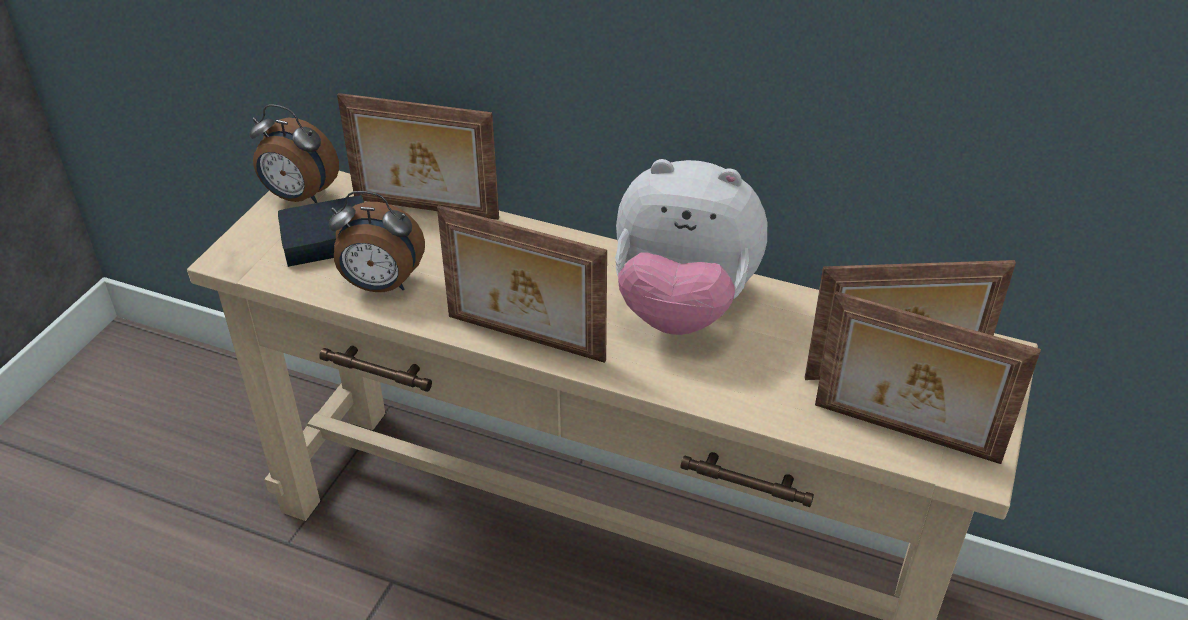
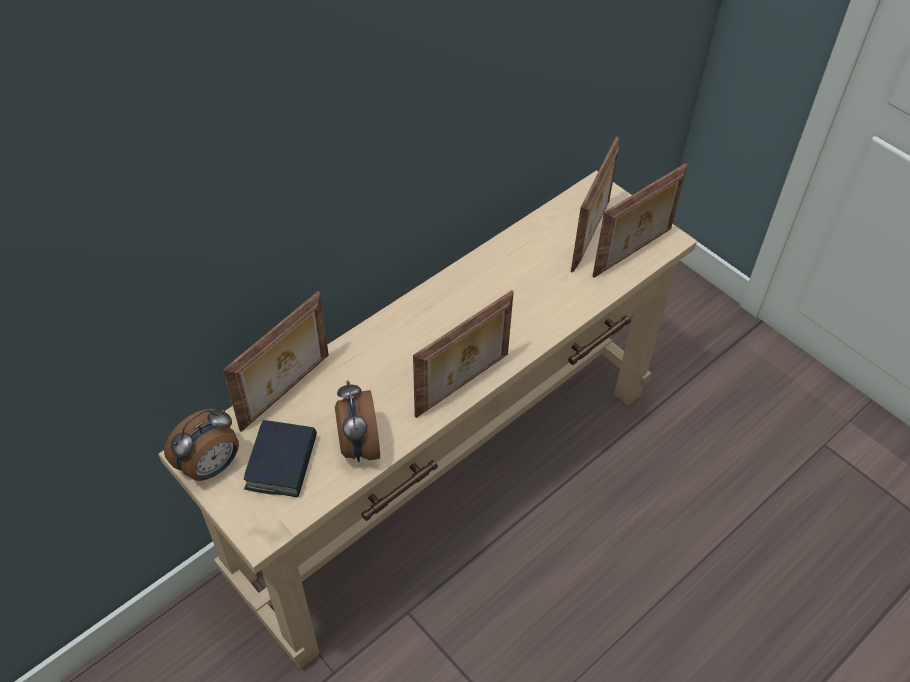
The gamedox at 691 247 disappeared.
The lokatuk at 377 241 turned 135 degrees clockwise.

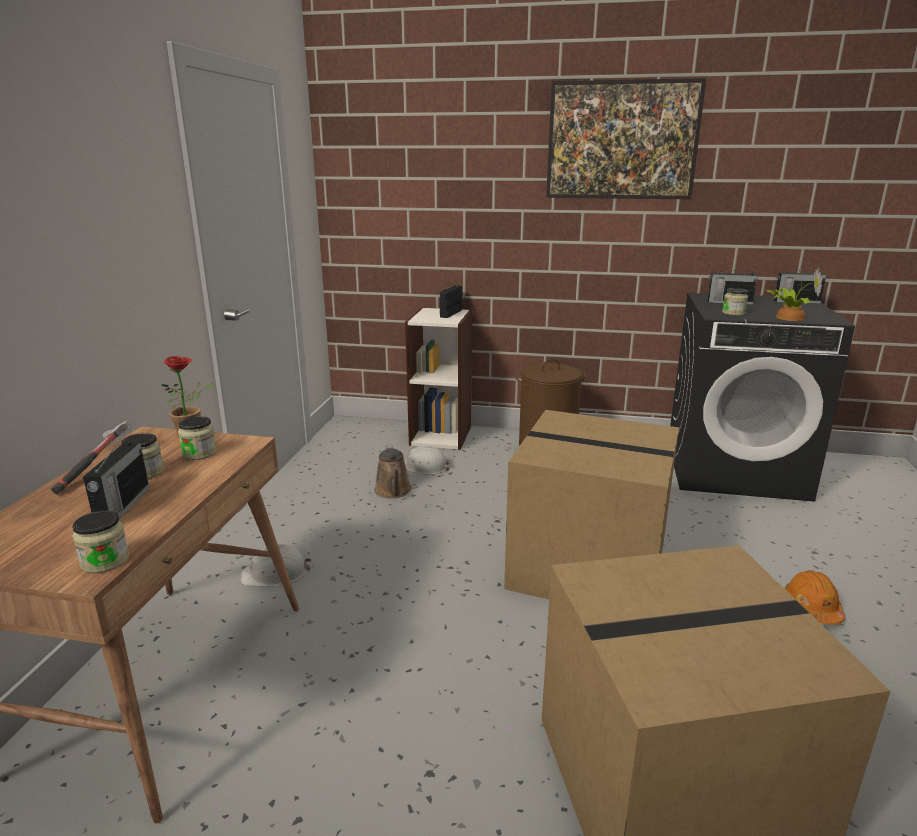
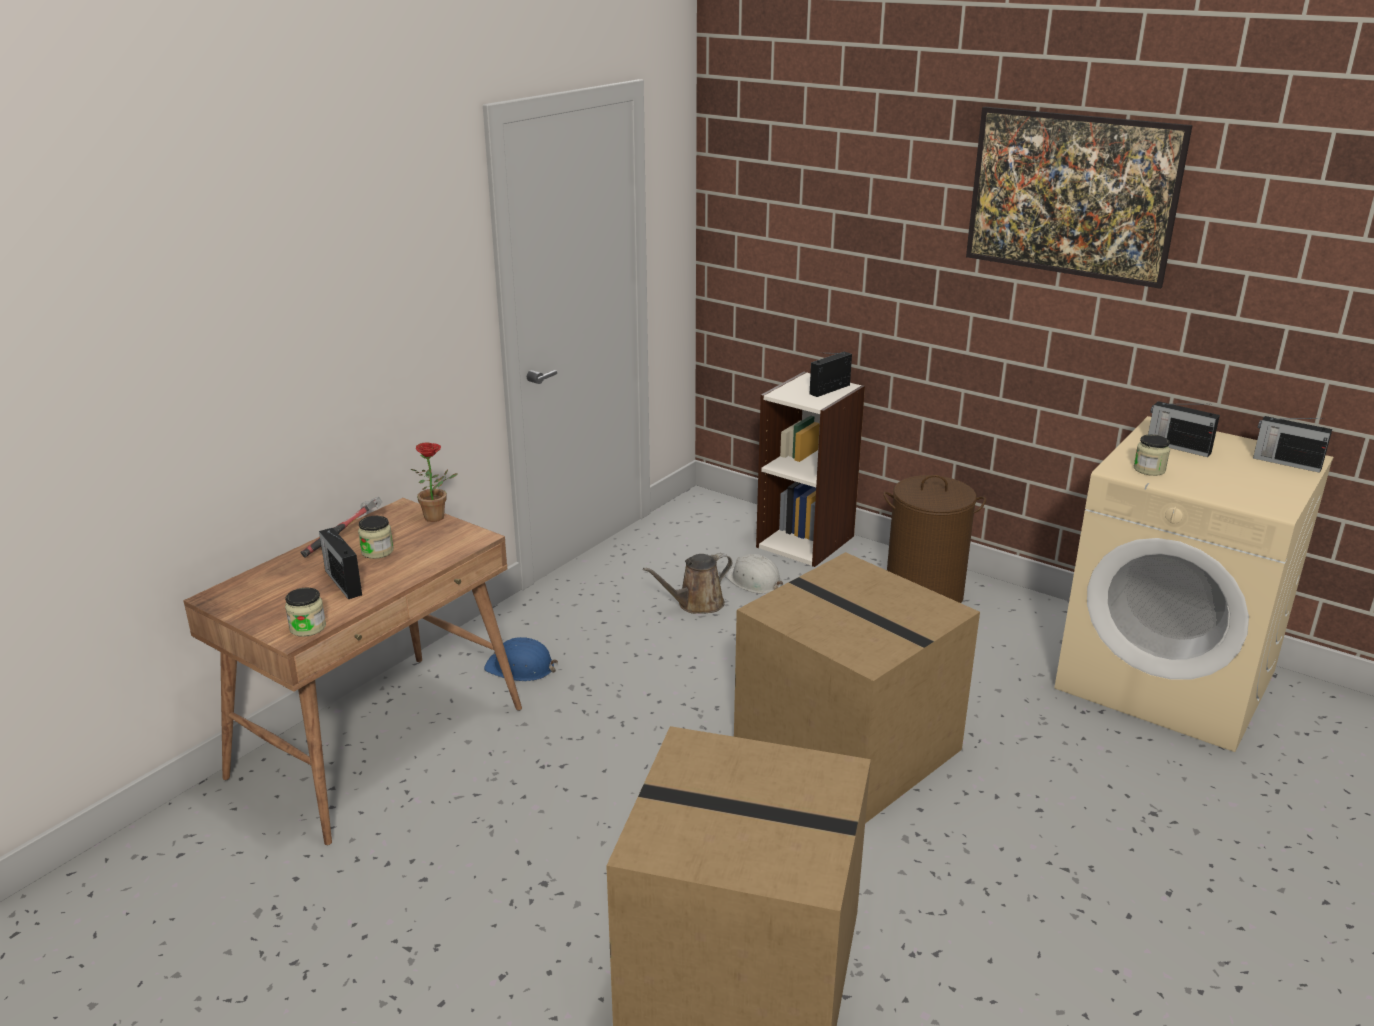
The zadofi at 794 294 disappeared.
The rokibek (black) at 762 397 became the rokibek (beige) at 1193 584.
The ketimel at 197 438 disappeared.
The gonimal at 116 475 turned 120 degrees clockwise.
The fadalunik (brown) at 393 471 turned 45 degrees clockwise.
The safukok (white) at 275 565 became the safukok (blue) at 521 659.
The safukok (orange) at 815 597 disappeared.

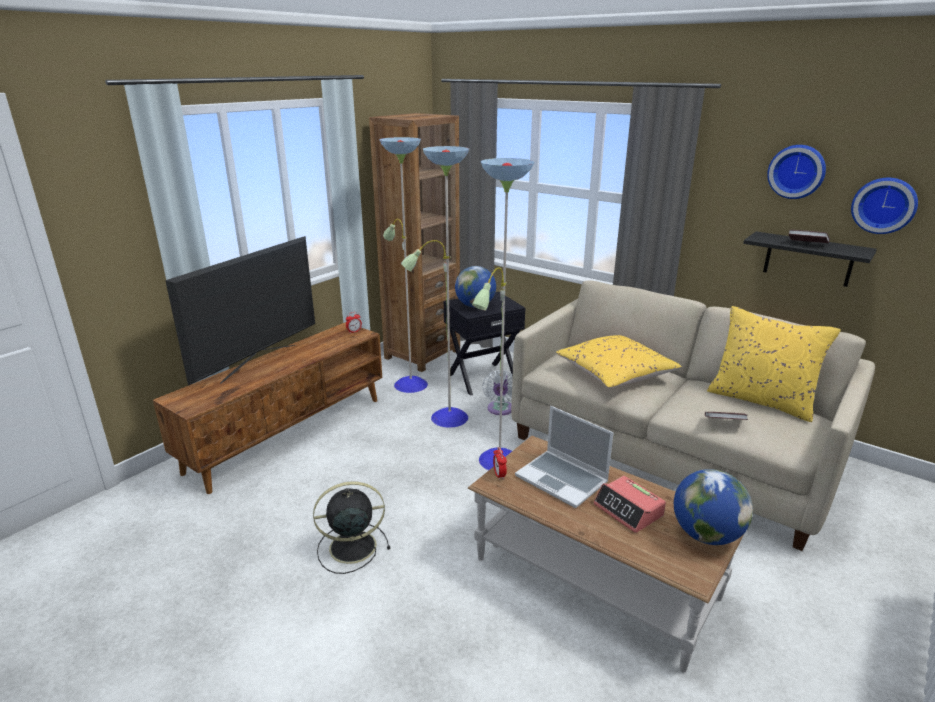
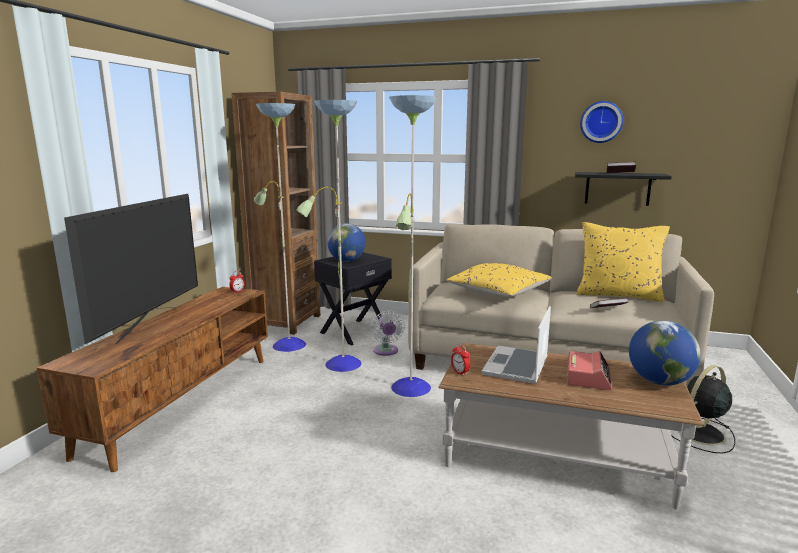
The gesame at 884 206 disappeared.
The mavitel at 564 457 turned 90 degrees clockwise.
The lokatuk at 629 504 turned 105 degrees counterclockwise.
The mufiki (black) moved from 351 527 to 703 409.

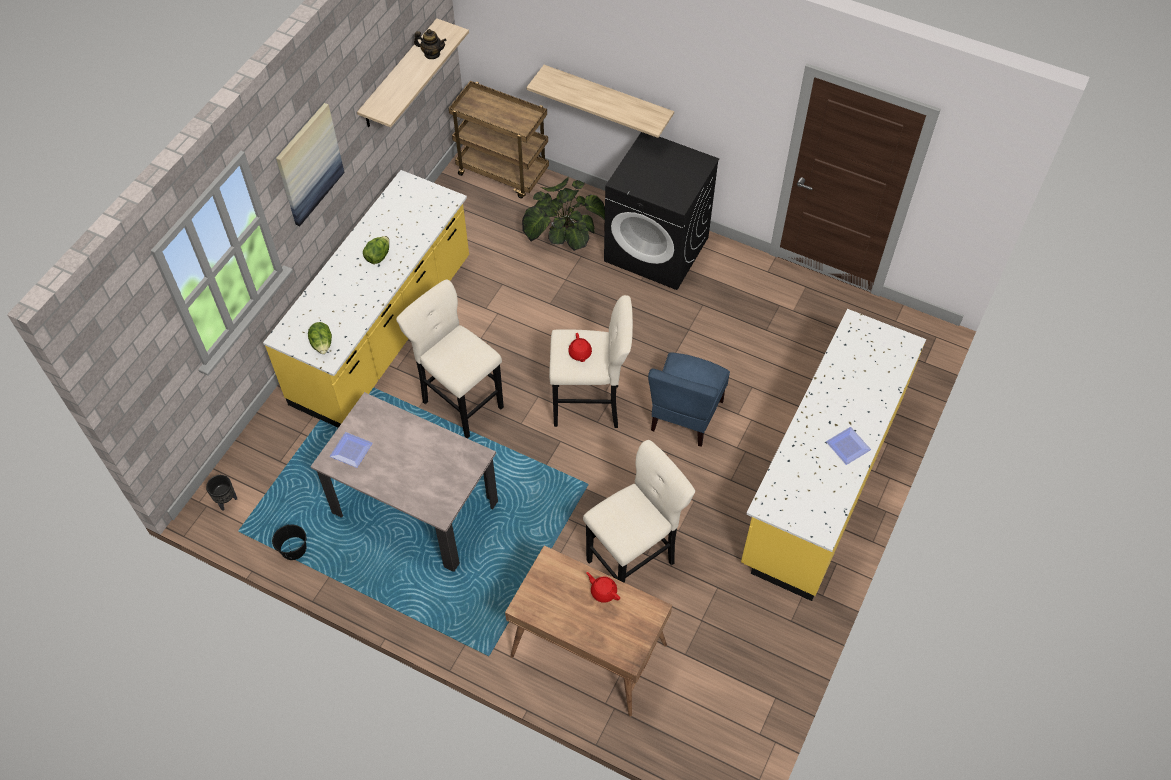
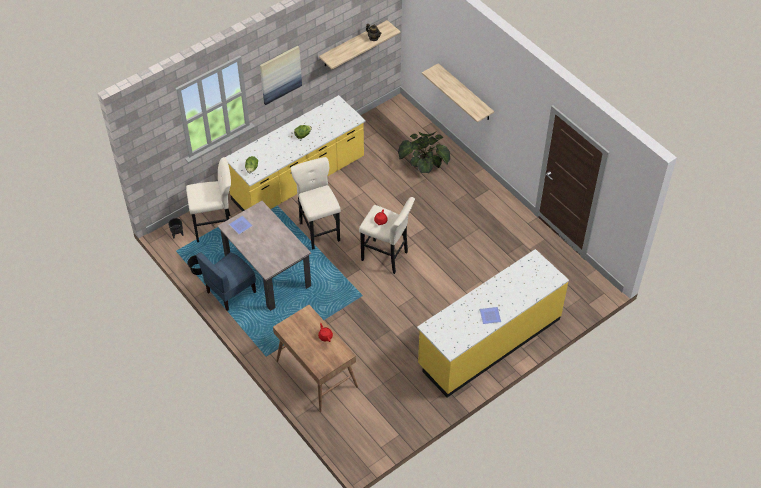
The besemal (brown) at 499 139 disappeared.
The rokibek (black) at 661 211 disappeared.
The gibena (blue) moved from 689 399 to 226 281.
The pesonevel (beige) moved from 639 511 to 208 199.

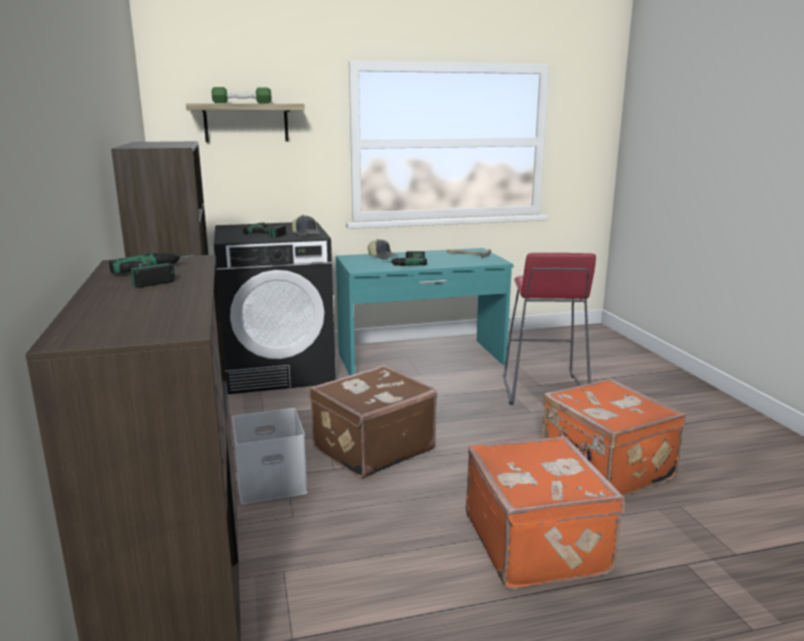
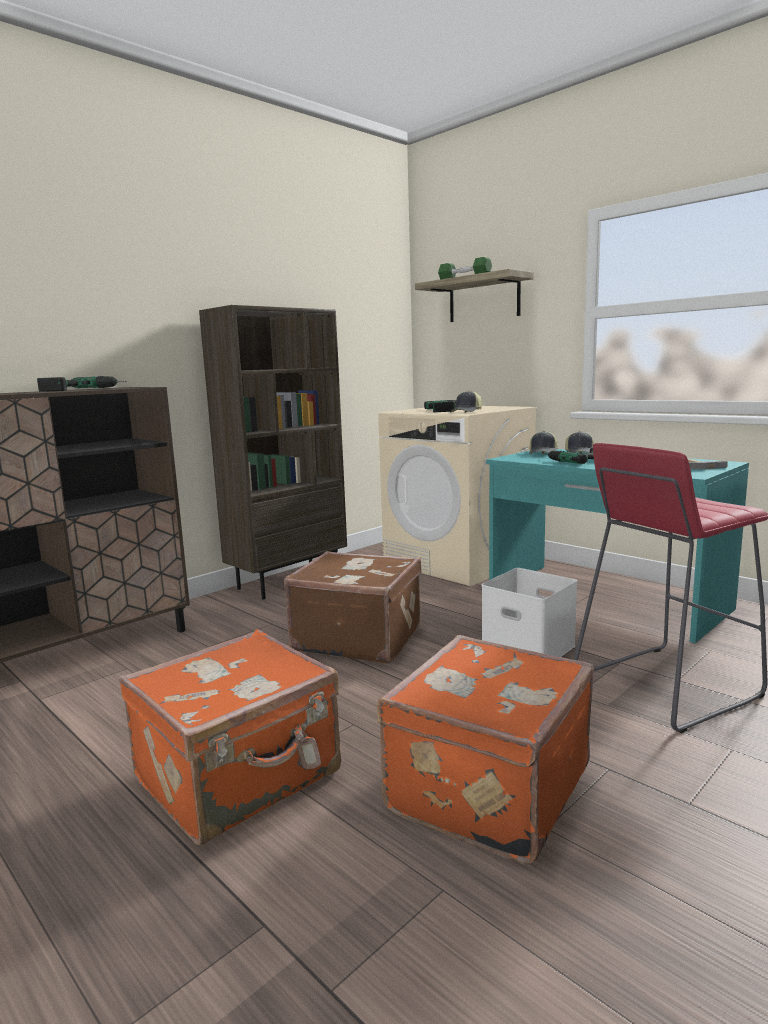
The rokibek (black) at 275 307 became the rokibek (beige) at 458 496.
The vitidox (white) moved from 270 456 to 529 612.
The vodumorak at 543 442 appeared.

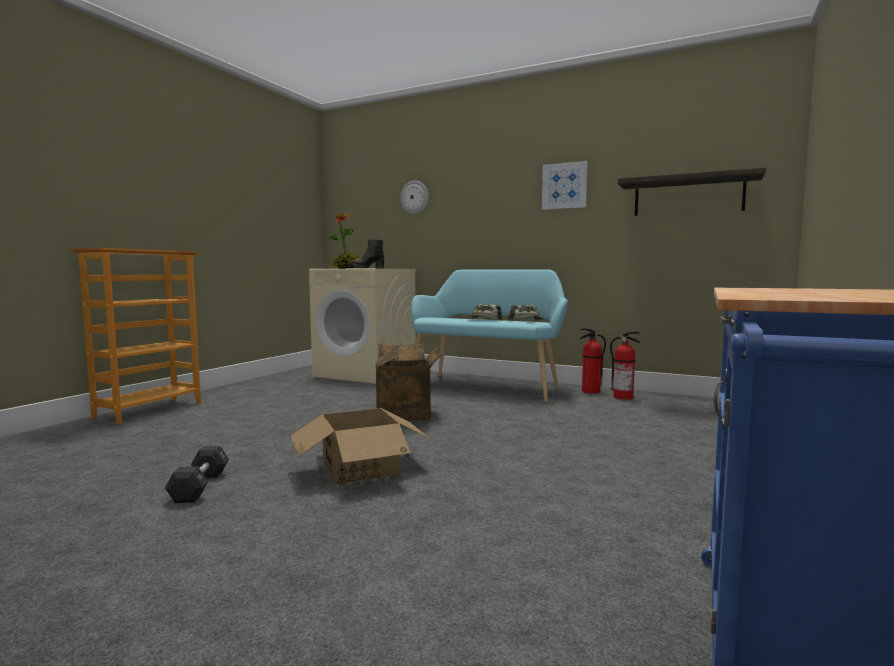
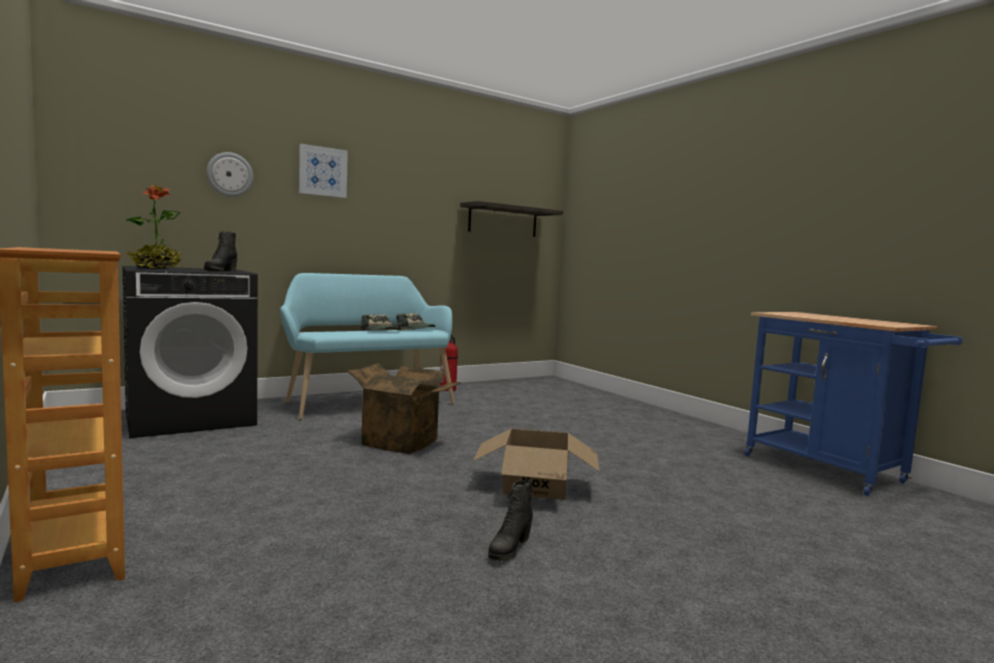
The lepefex moved from 565 185 to 323 171.
The rokibek (beige) at 362 326 became the rokibek (black) at 190 352.
The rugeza at 625 365 disappeared.
The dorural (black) at 197 474 was replaced by the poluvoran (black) at 510 520.

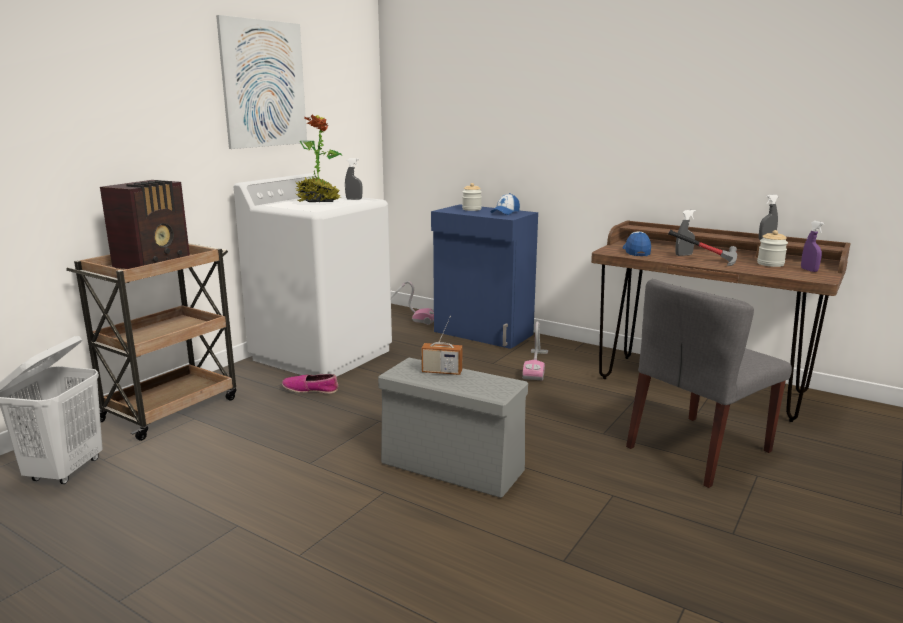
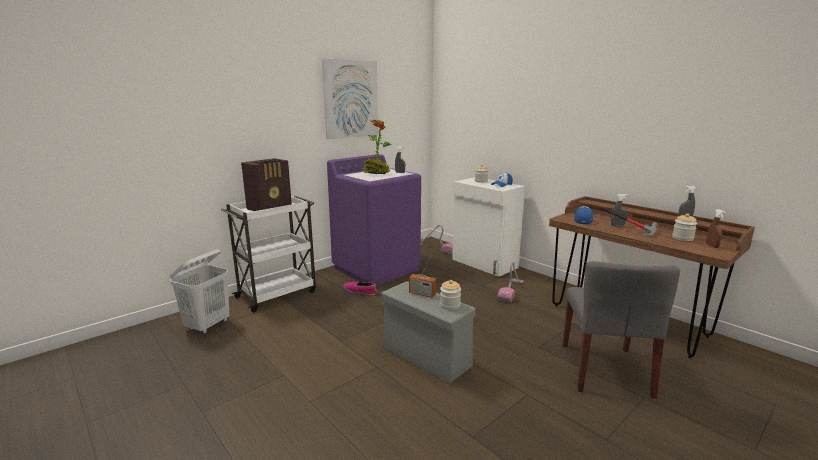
The rokibek (white) at 313 275 became the rokibek (purple) at 374 219.
The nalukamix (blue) at 484 276 became the nalukamix (white) at 488 227.
The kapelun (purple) at 813 246 became the kapelun (brown) at 715 228.
The besemal (brown) at 151 342 became the besemal (white) at 268 254.
The gibena (grey) at 709 383 turned 60 degrees counterclockwise.
The ketimel at 450 295 appeared.

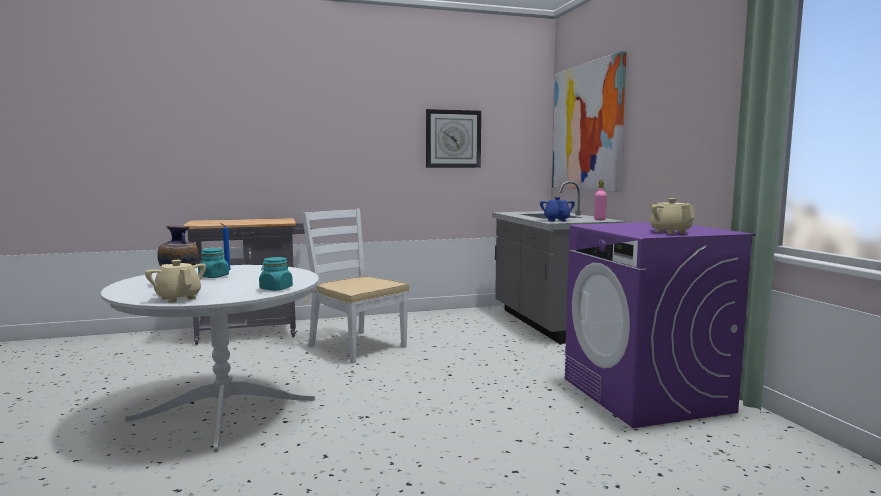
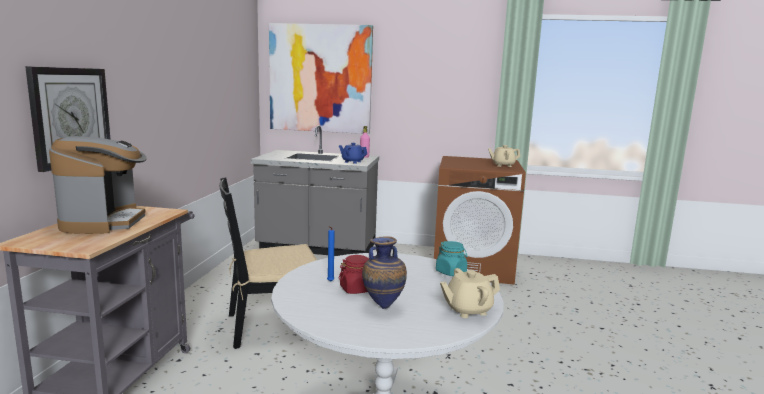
The gesame moved from 453 138 to 68 119.
The gibena (white) at 355 286 became the gibena (black) at 268 263.
The rokibek (purple) at 660 325 became the rokibek (brown) at 480 220.
The ketimel (turquoise) at 213 263 became the ketimel (red) at 354 274.
The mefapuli at 98 185 appeared.

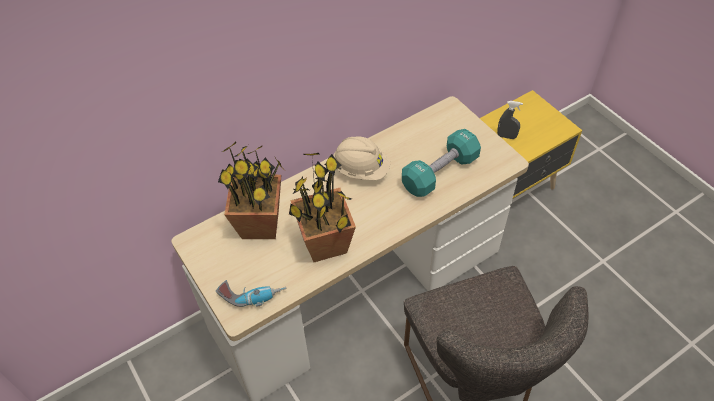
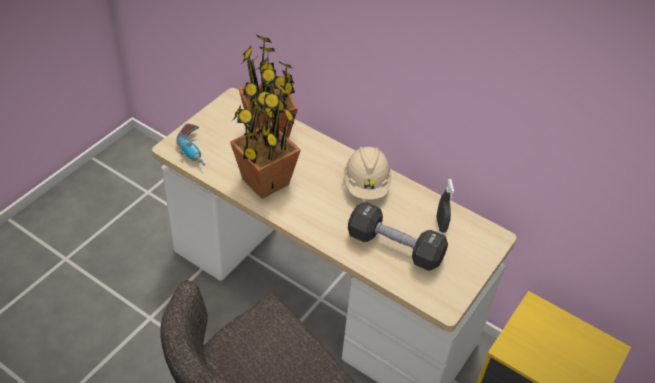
The kapelun (grey) moved from 510 120 to 445 206.
The dorural (turquoise) at 441 163 became the dorural (black) at 398 236.

